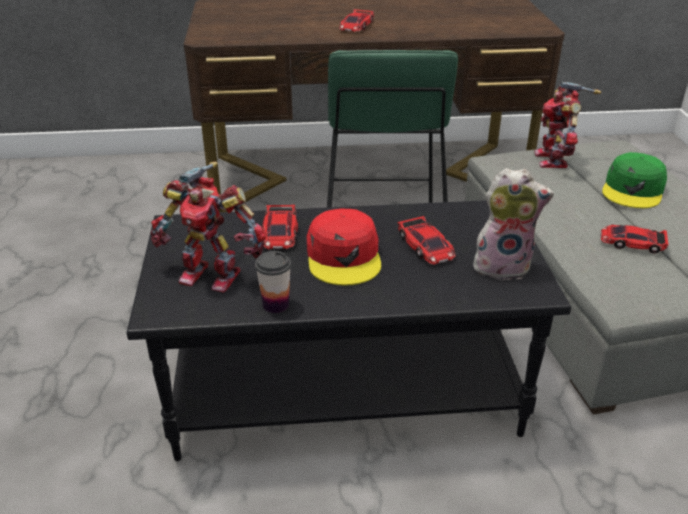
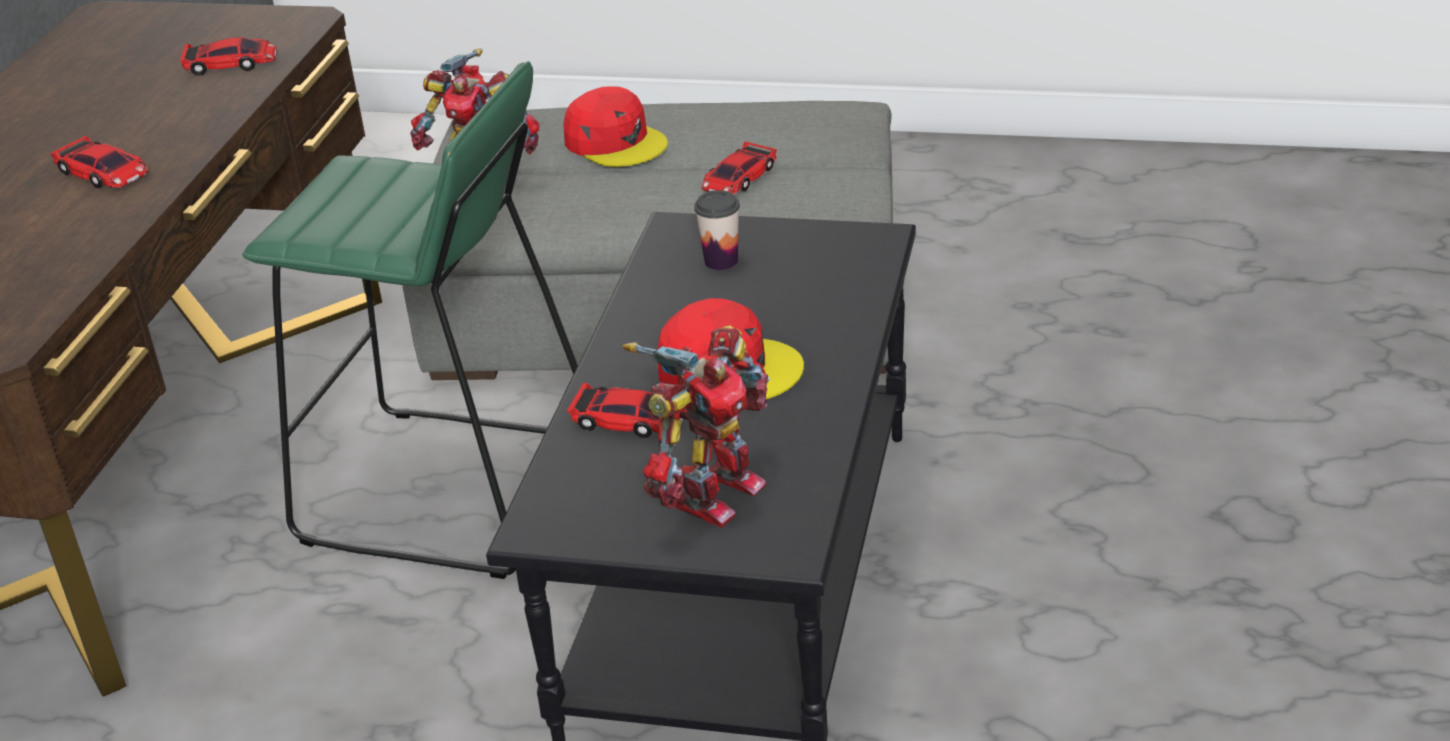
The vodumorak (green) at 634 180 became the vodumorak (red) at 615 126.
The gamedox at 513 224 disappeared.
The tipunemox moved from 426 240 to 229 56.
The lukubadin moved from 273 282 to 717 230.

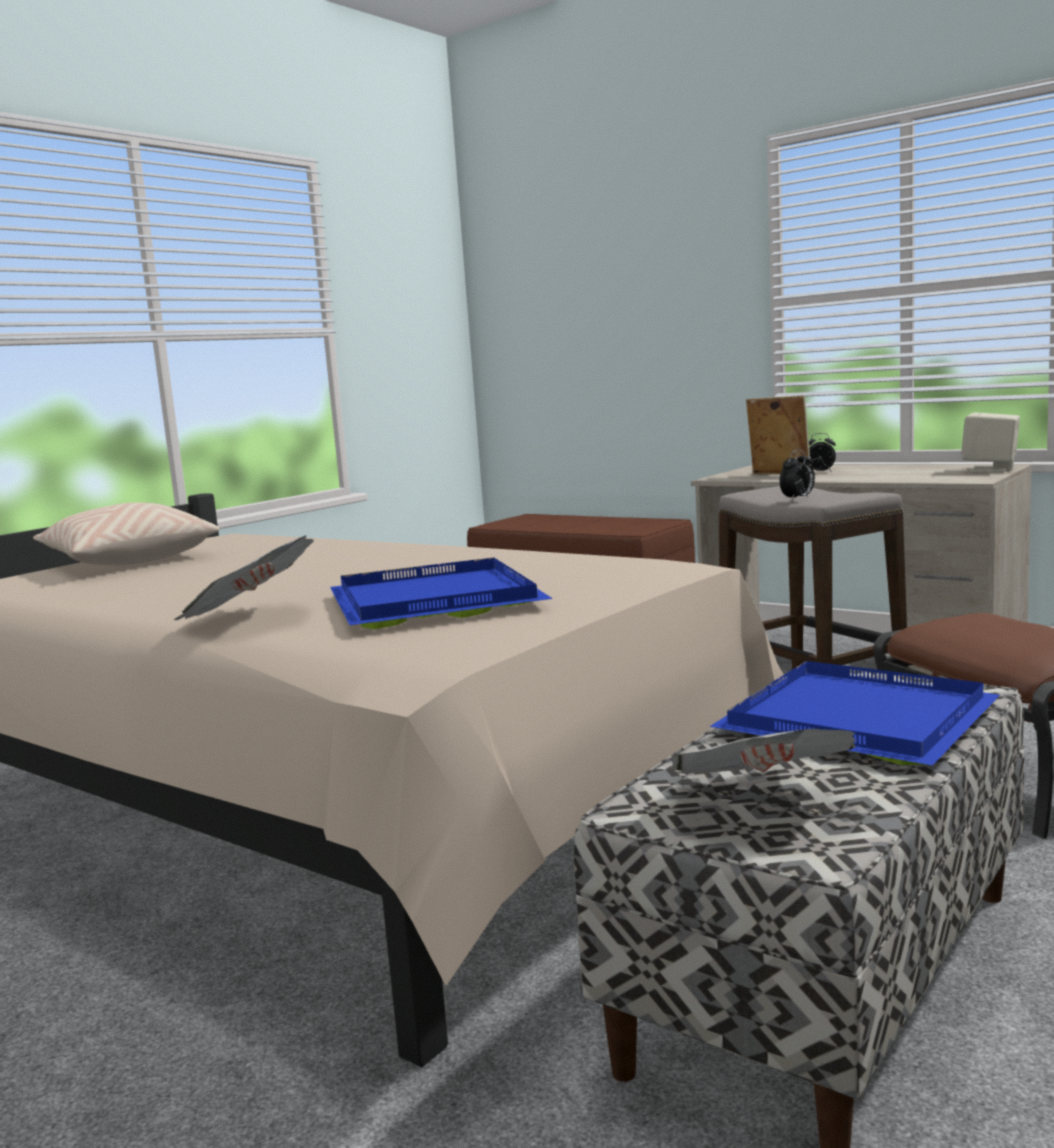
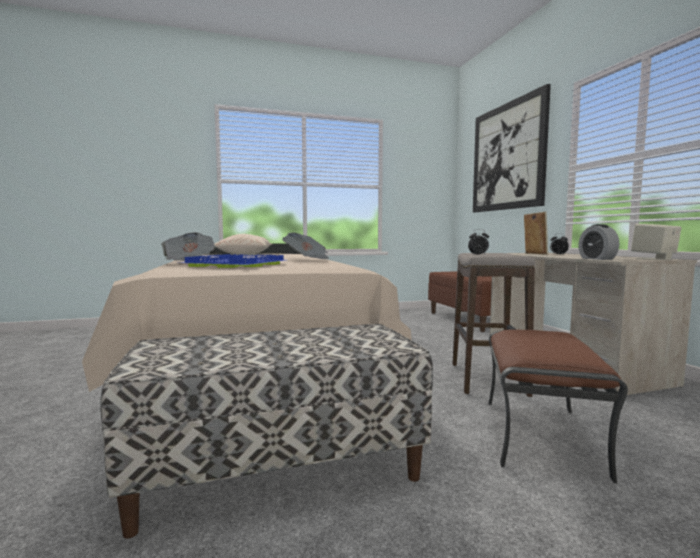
The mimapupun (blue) at 854 713 disappeared.
The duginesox moved from 763 751 to 305 246.
The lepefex at 512 148 appeared.
The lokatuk at 598 242 appeared.

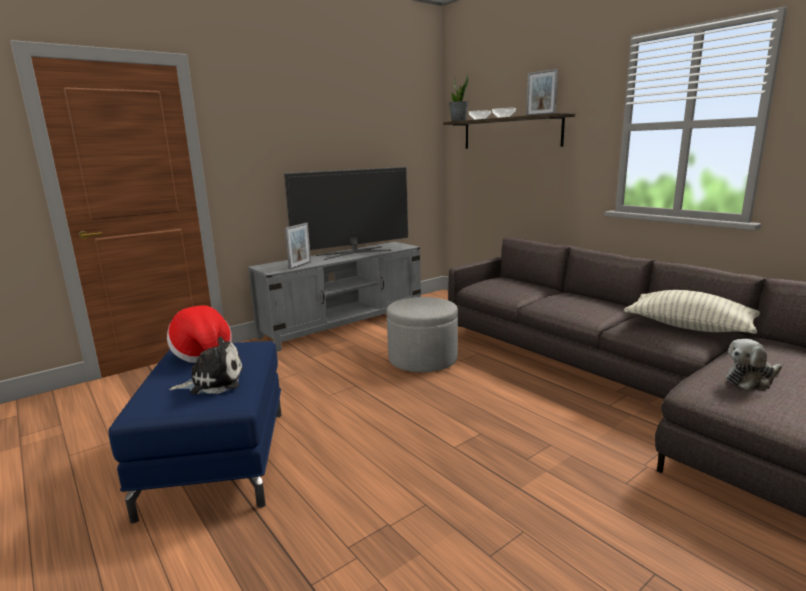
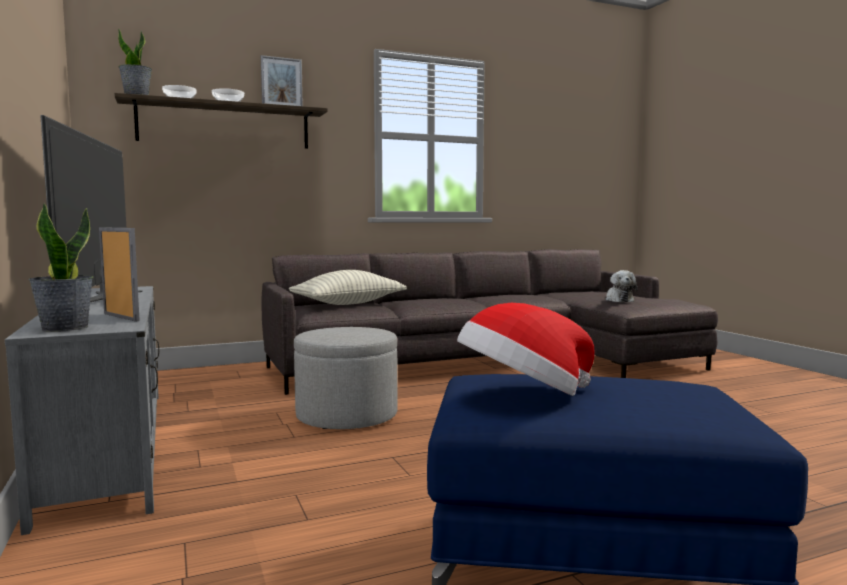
The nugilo moved from 692 312 to 348 287.
The gamedox at 206 365 disappeared.
The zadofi at 60 267 appeared.

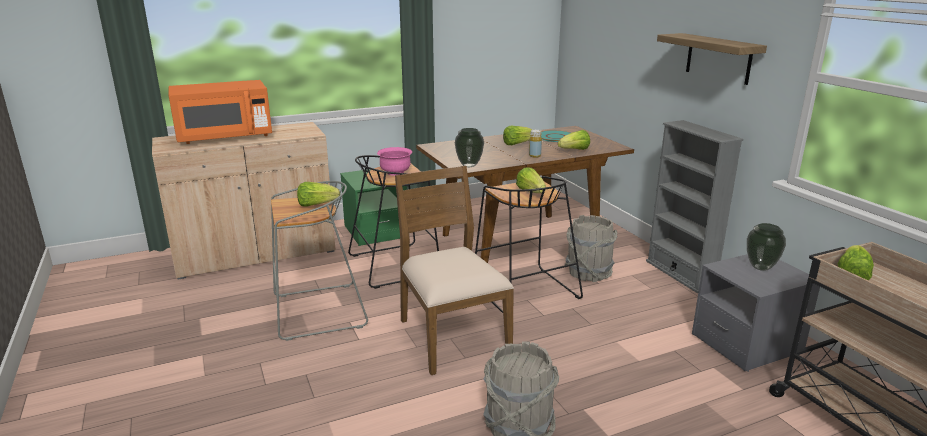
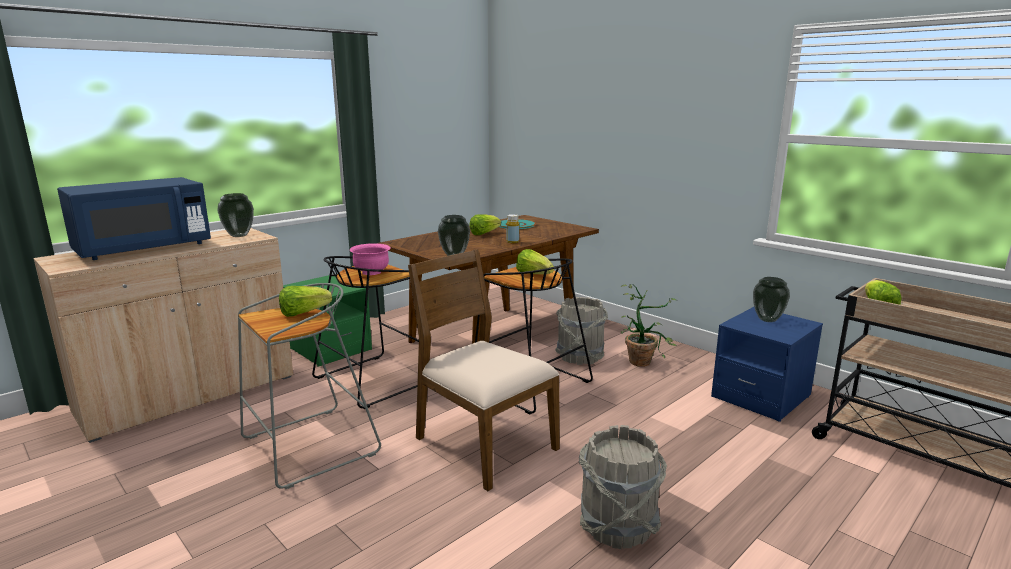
The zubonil at 712 59 disappeared.
The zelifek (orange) at 220 112 became the zelifek (blue) at 134 218.
The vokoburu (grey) at 694 206 disappeared.
The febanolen at 574 140 disappeared.
The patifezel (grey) at 756 313 became the patifezel (blue) at 767 364.
The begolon at 235 215 appeared.
The zadofi at 649 325 appeared.

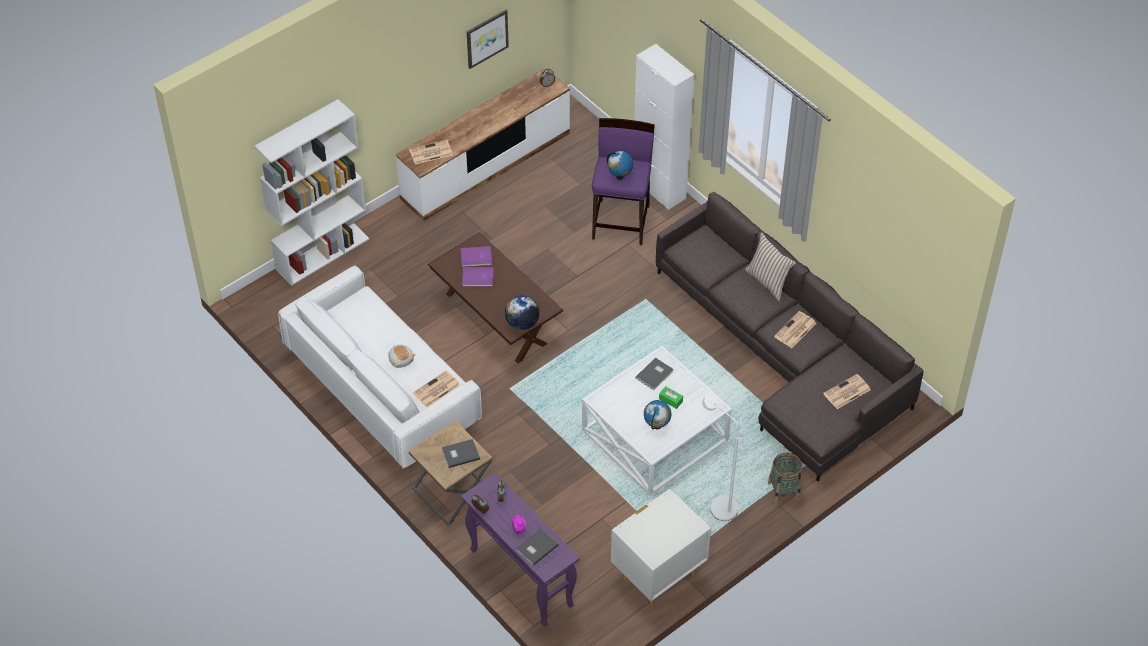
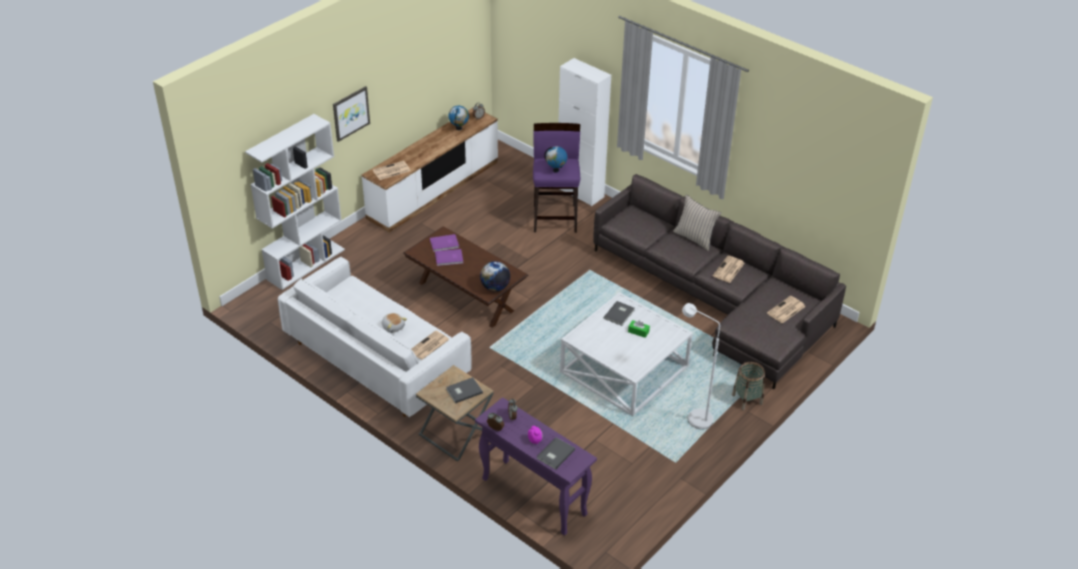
The lepefex moved from 488 39 to 351 114.
The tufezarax moved from 657 414 to 459 118.
The patifezel (white) at 661 547 disappeared.

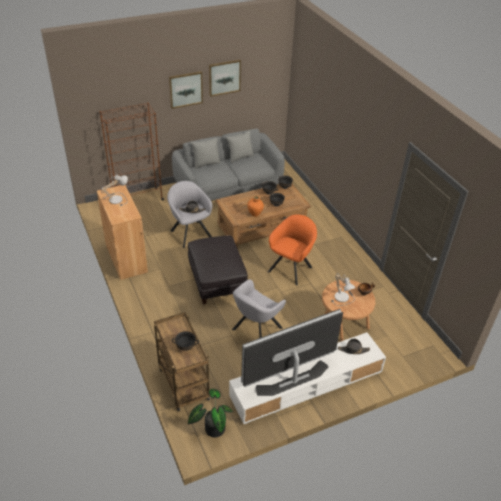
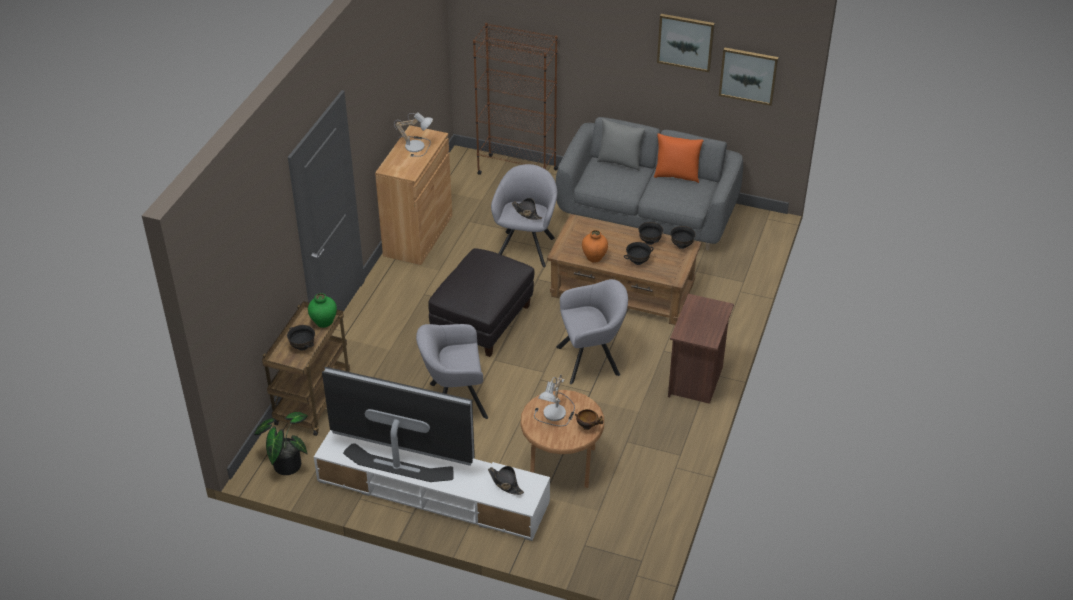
The lepefex moved from 186 90 to 748 76.
The nugilo (grey) at 240 147 became the nugilo (orange) at 679 158.
The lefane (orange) at 292 250 became the lefane (grey) at 592 331.
The begolon (green) at 322 310 appeared.
The patifezel (brown) at 701 349 appeared.

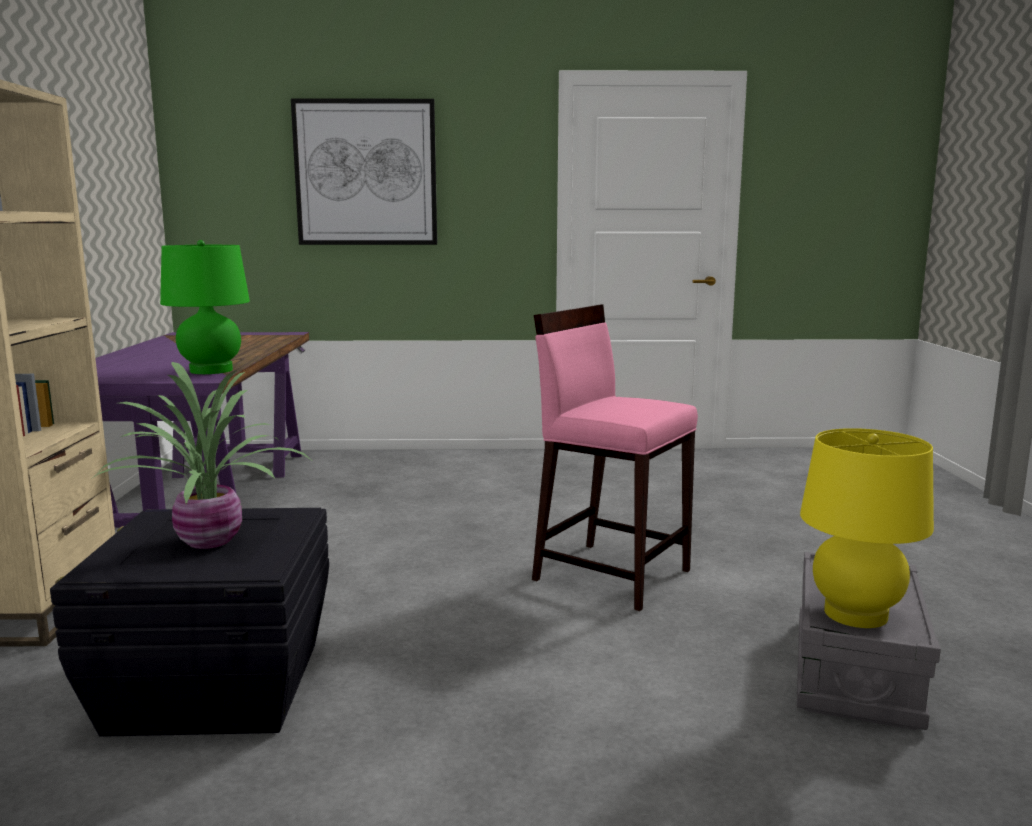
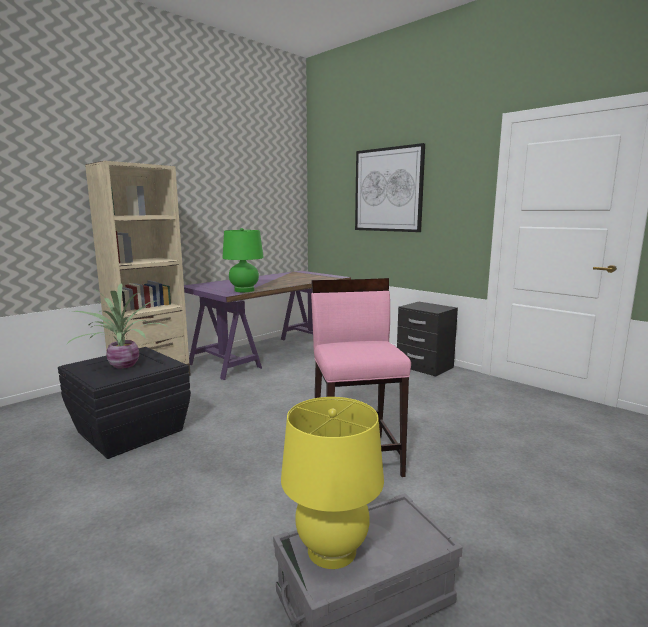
The patifezel (black) at 427 339 appeared.

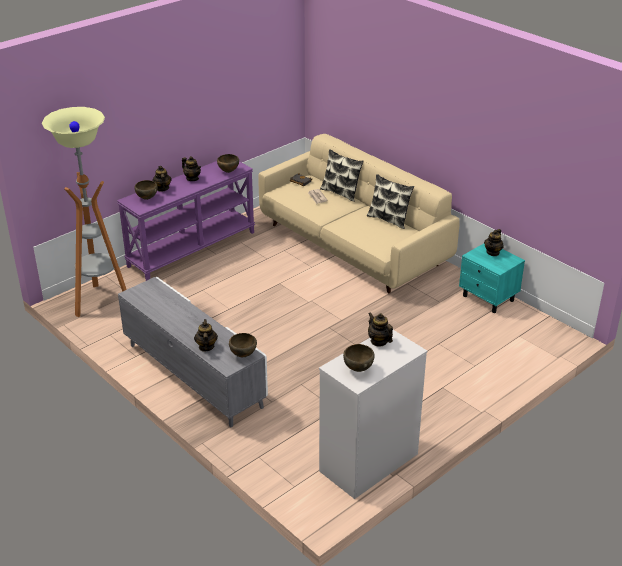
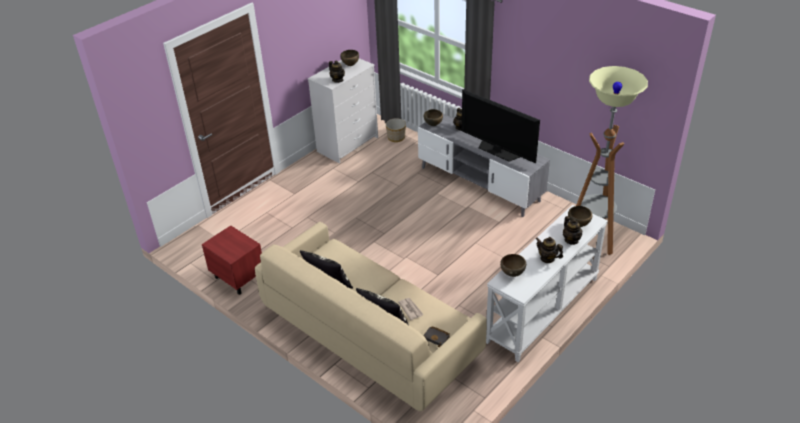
The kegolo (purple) at 186 221 became the kegolo (white) at 547 283.
The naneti at 494 242 disappeared.
The patifezel (turquoise) at 492 278 became the patifezel (red) at 232 260.
The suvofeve at 501 126 appeared.
The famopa at 396 130 appeared.

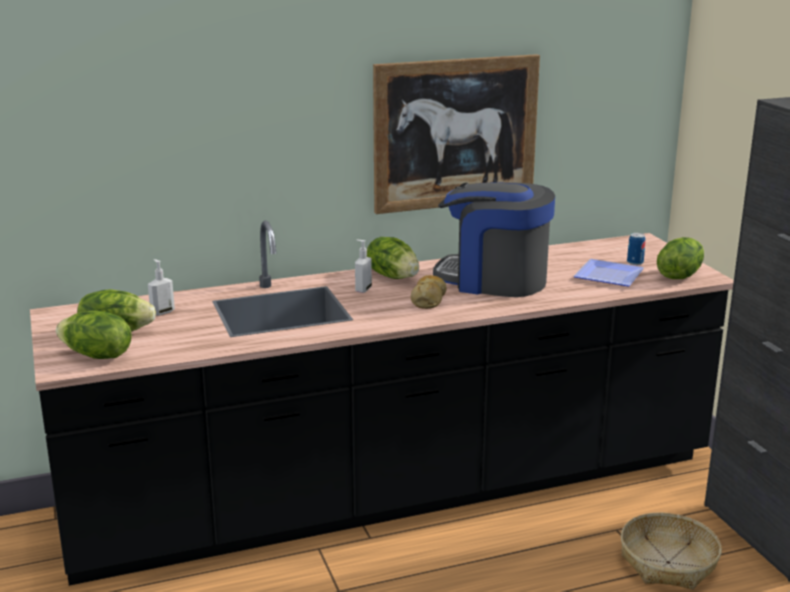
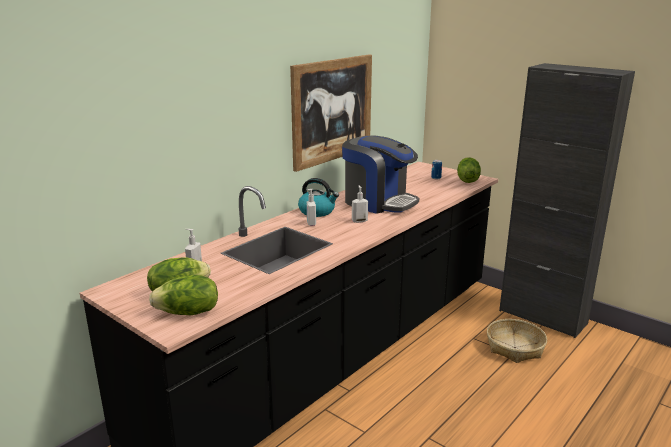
The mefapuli at 494 239 turned 135 degrees counterclockwise.
The febanolen at 393 258 was replaced by the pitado at 318 197.
The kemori at 609 272 disappeared.
The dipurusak at 429 292 was replaced by the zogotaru at 360 204.

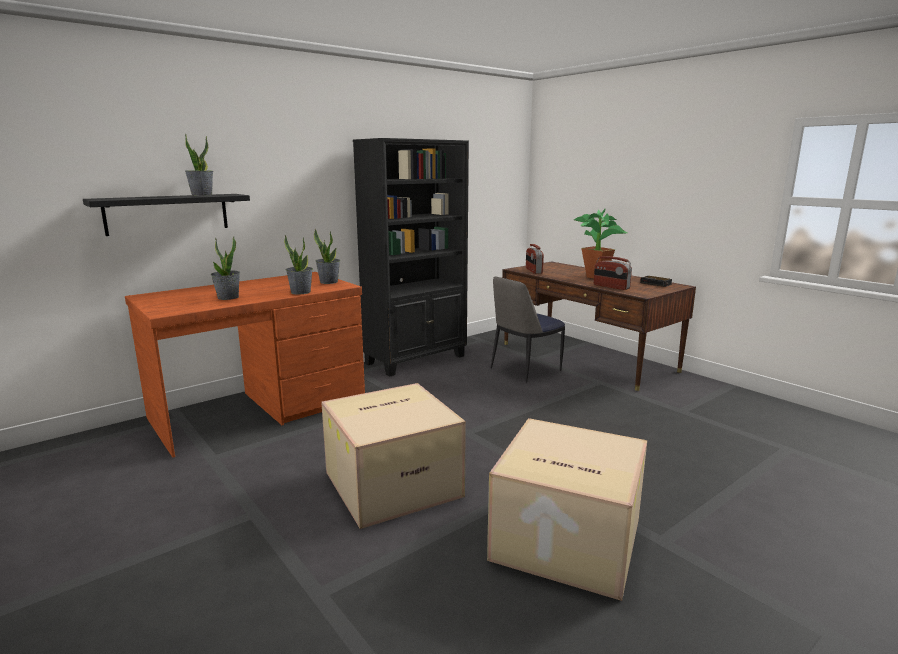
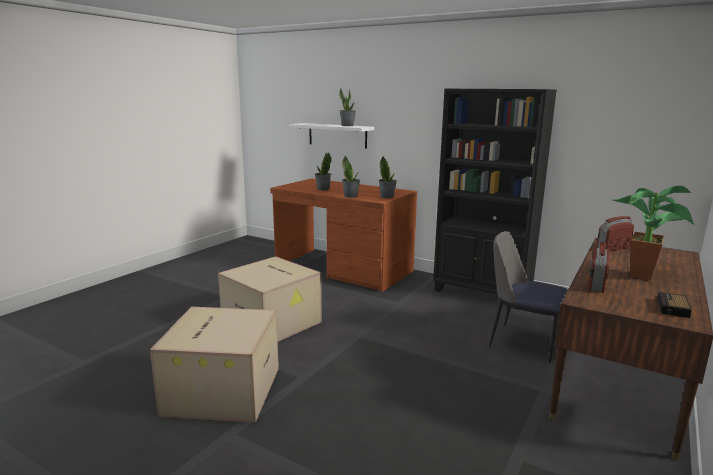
The zubonil (black) at 166 215 became the zubonil (white) at 331 136.

